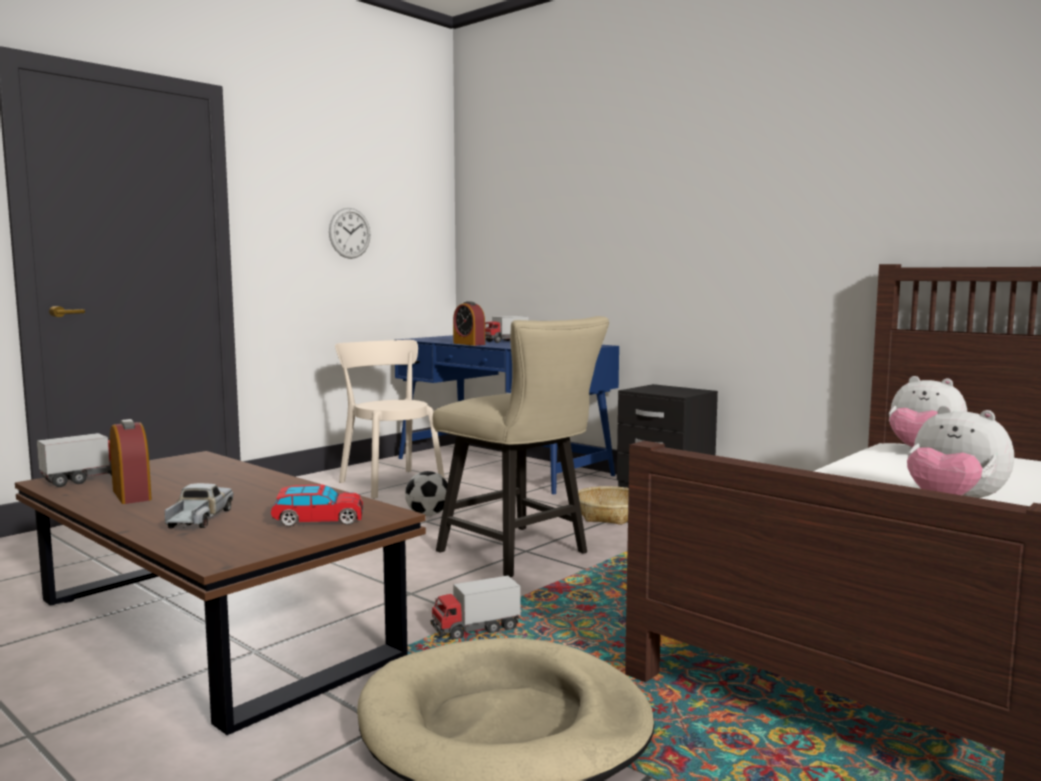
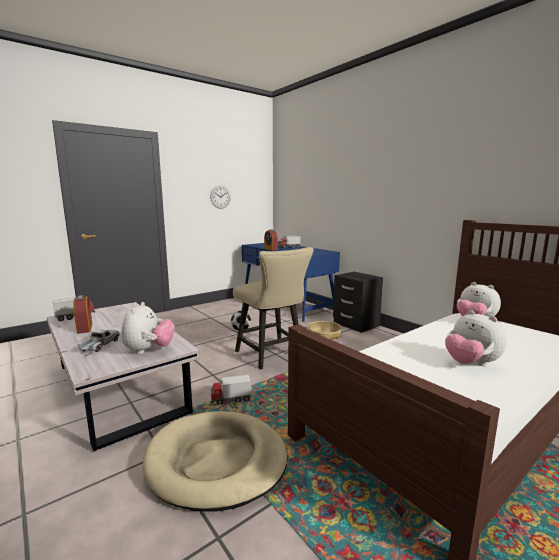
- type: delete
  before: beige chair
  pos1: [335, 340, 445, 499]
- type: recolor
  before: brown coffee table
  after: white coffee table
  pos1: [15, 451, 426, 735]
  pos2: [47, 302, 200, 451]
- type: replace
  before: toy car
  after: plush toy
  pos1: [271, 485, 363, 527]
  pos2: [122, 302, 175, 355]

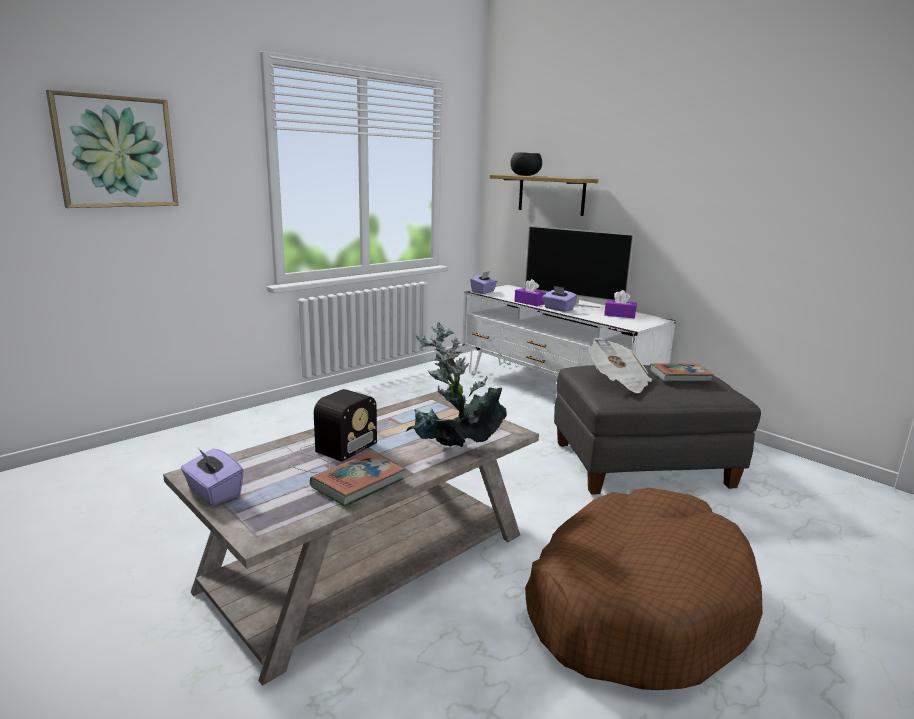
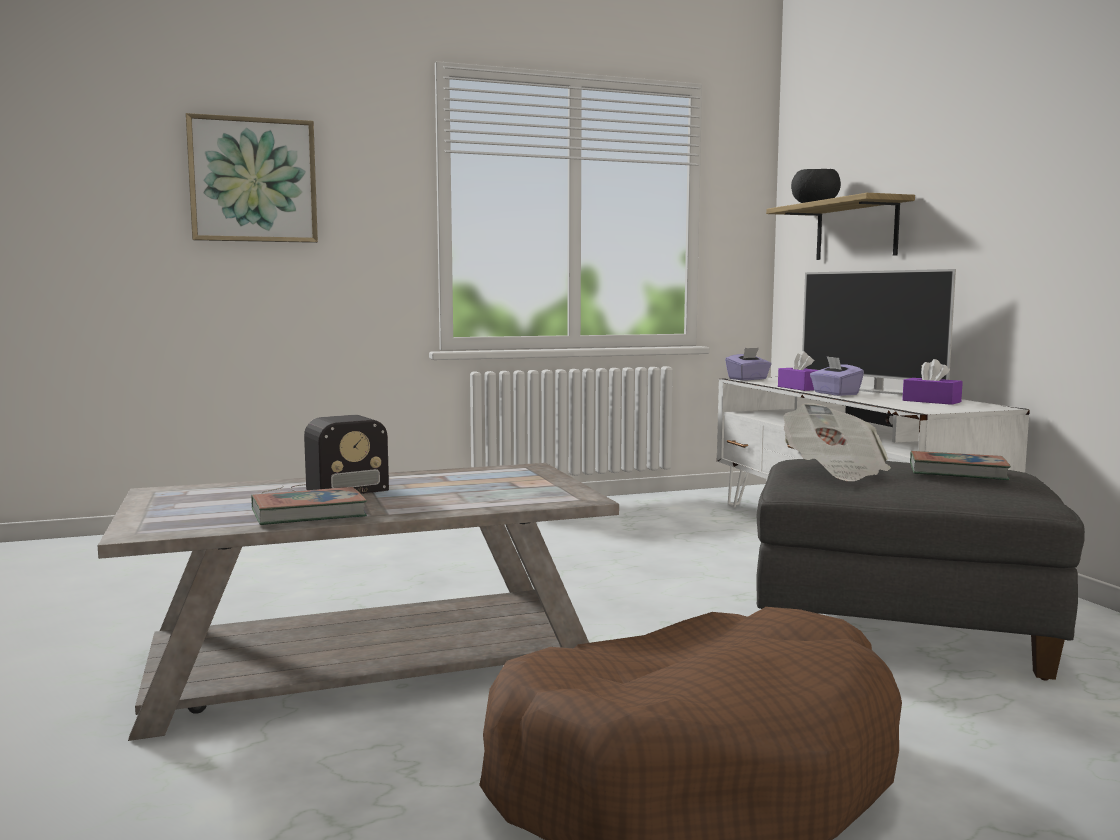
- type: delete
  before: potted plant
  pos1: [406, 322, 507, 447]
- type: delete
  before: purple tissue box
  pos1: [181, 449, 244, 506]

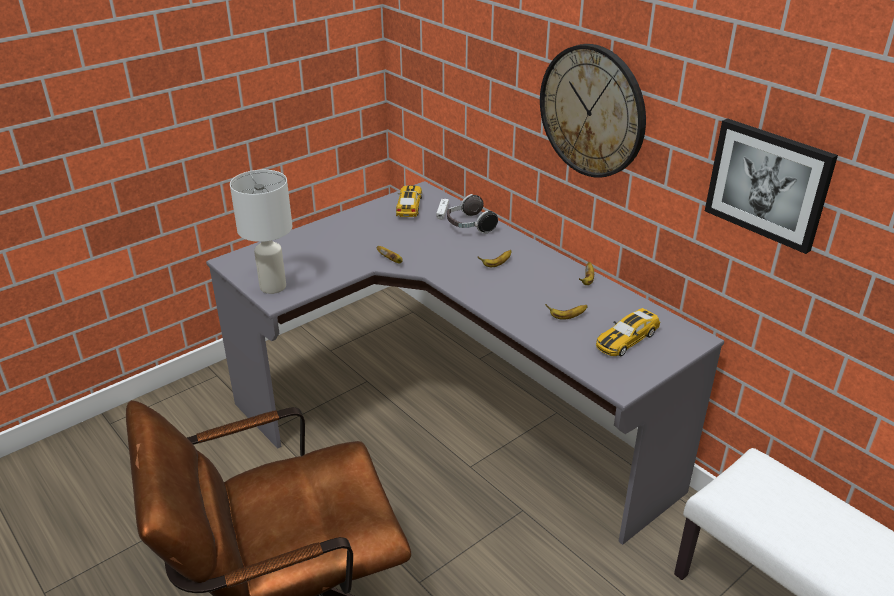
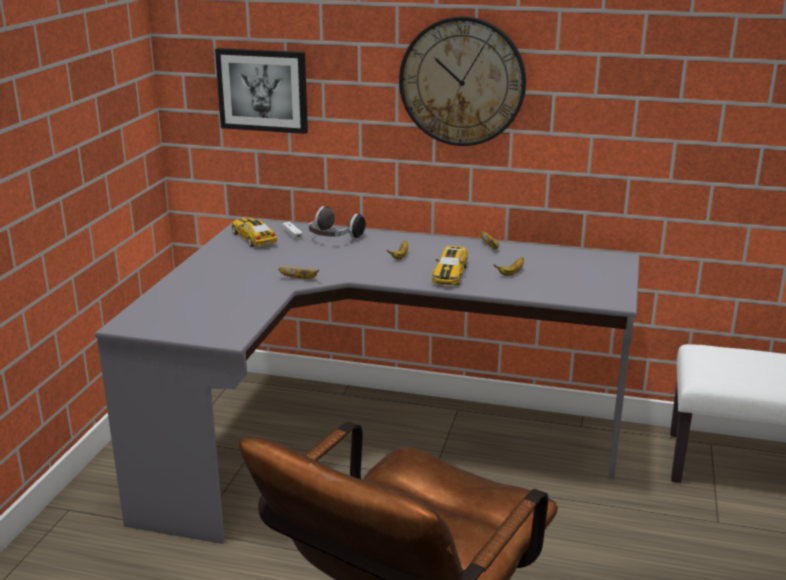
- type: move
  before: picture
  pos1: [705, 118, 838, 254]
  pos2: [215, 48, 308, 134]
- type: delete
  before: white table lamp
  pos1: [230, 170, 292, 294]
- type: move
  before: toy car
  pos1: [596, 308, 660, 356]
  pos2: [432, 246, 468, 285]

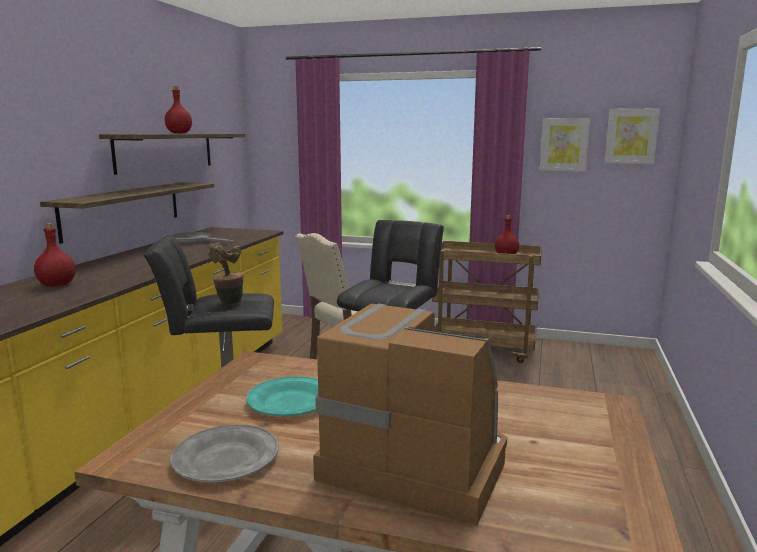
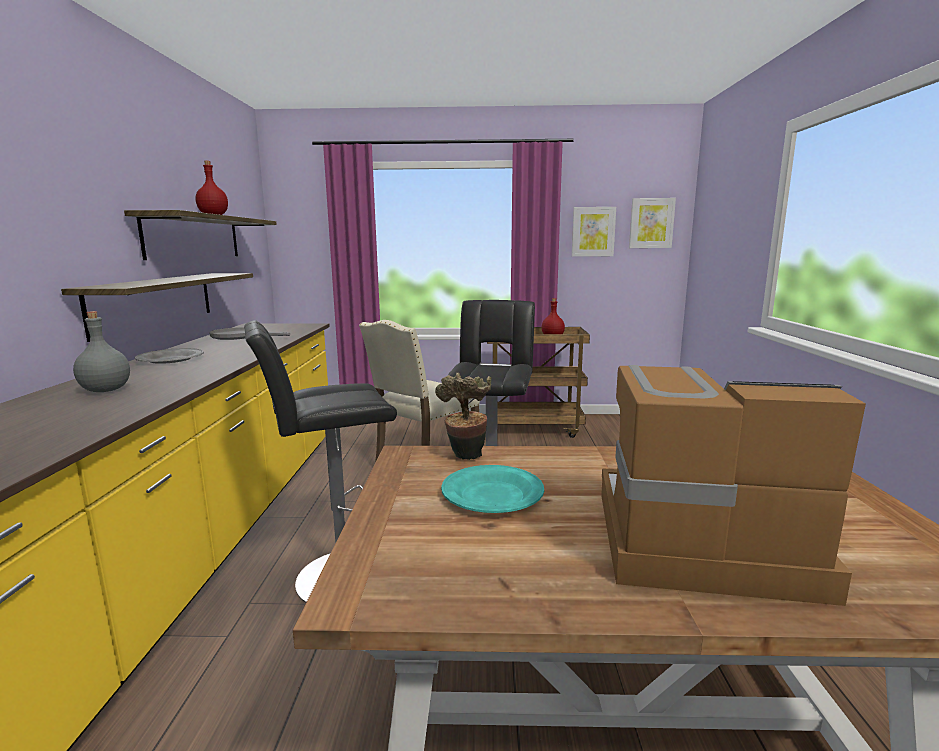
- type: recolor
  before: red bottle
  after: grey bottle
  pos1: [34, 223, 76, 287]
  pos2: [73, 311, 130, 392]
- type: move
  before: potted plant
  pos1: [208, 242, 243, 305]
  pos2: [435, 373, 491, 460]
- type: move
  before: grey plate
  pos1: [170, 424, 279, 483]
  pos2: [135, 348, 204, 364]

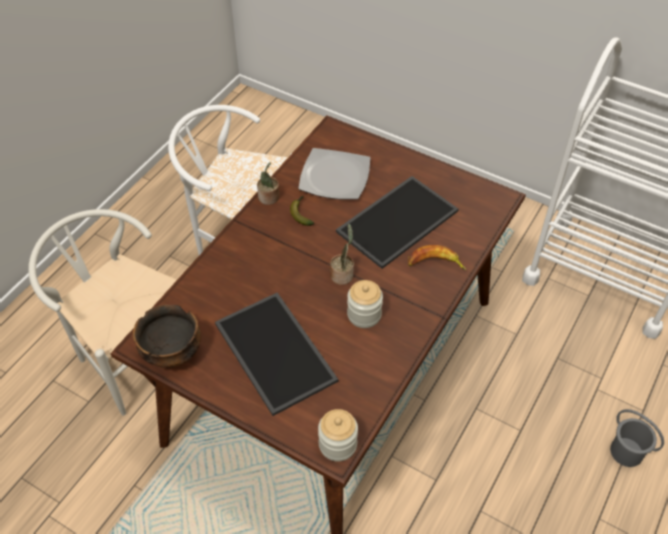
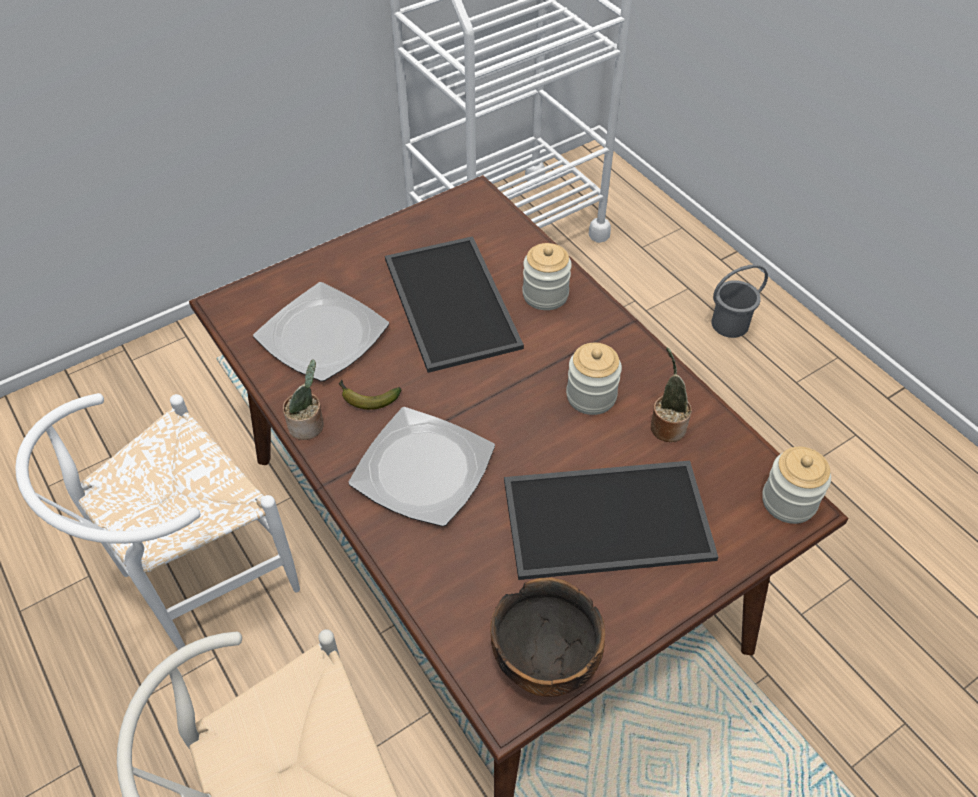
- type: move
  before: potted plant
  pos1: [330, 224, 354, 285]
  pos2: [651, 347, 691, 442]
- type: replace
  before: banana
  after: jar
  pos1: [408, 245, 466, 271]
  pos2: [522, 243, 572, 310]
- type: insert
  after: plate
  pos2: [348, 407, 495, 527]

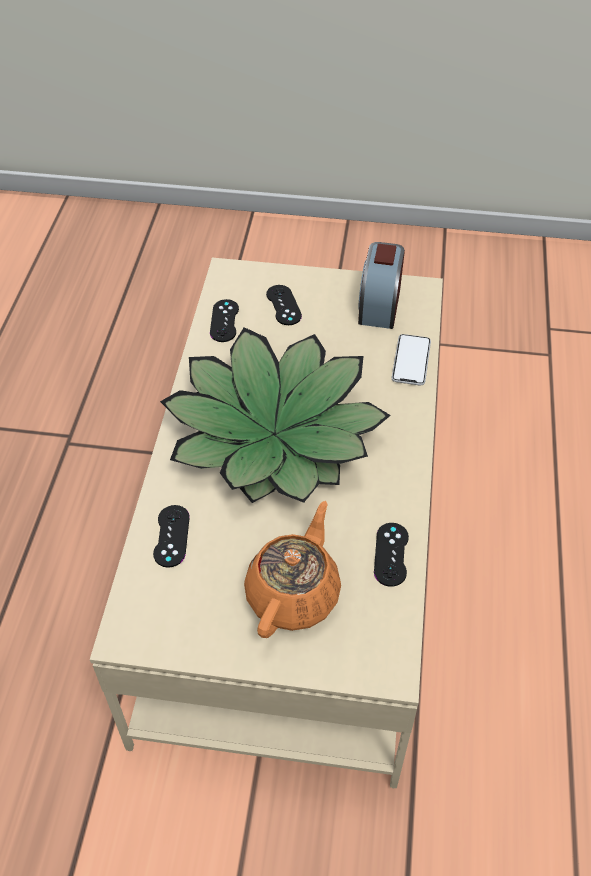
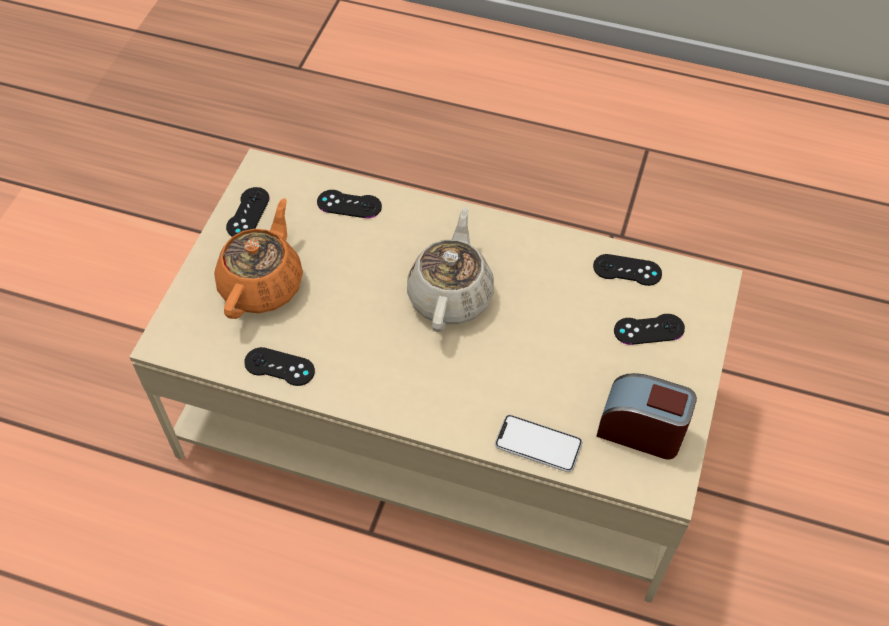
- type: replace
  before: potted plant
  after: beige teapot
  pos1: [160, 327, 391, 503]
  pos2: [407, 207, 494, 332]
- type: rotate
  before: orange teapot
  pos1: [244, 501, 341, 638]
  pos2: [214, 198, 303, 319]
  turn: -105
- type: insert
  after: black game controller
  pos2: [226, 187, 270, 237]

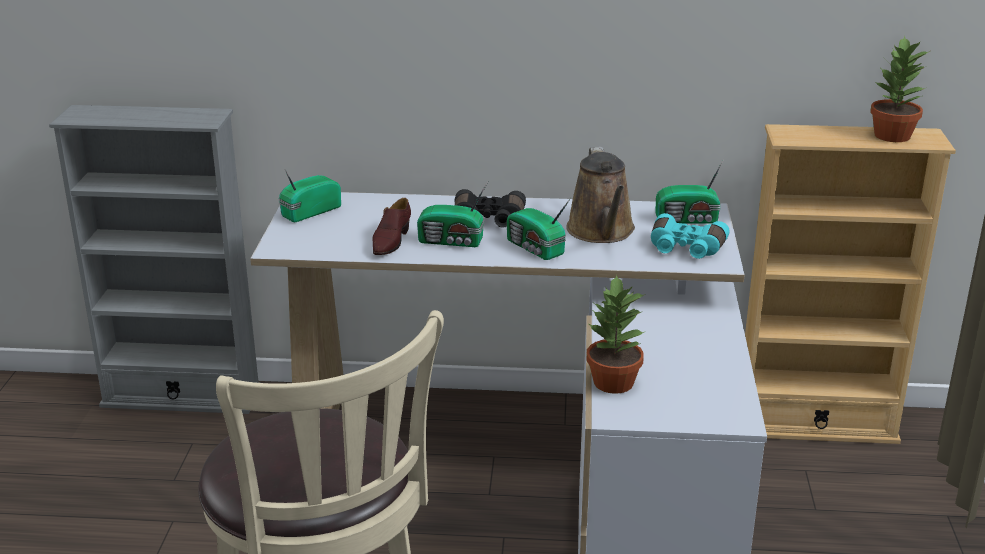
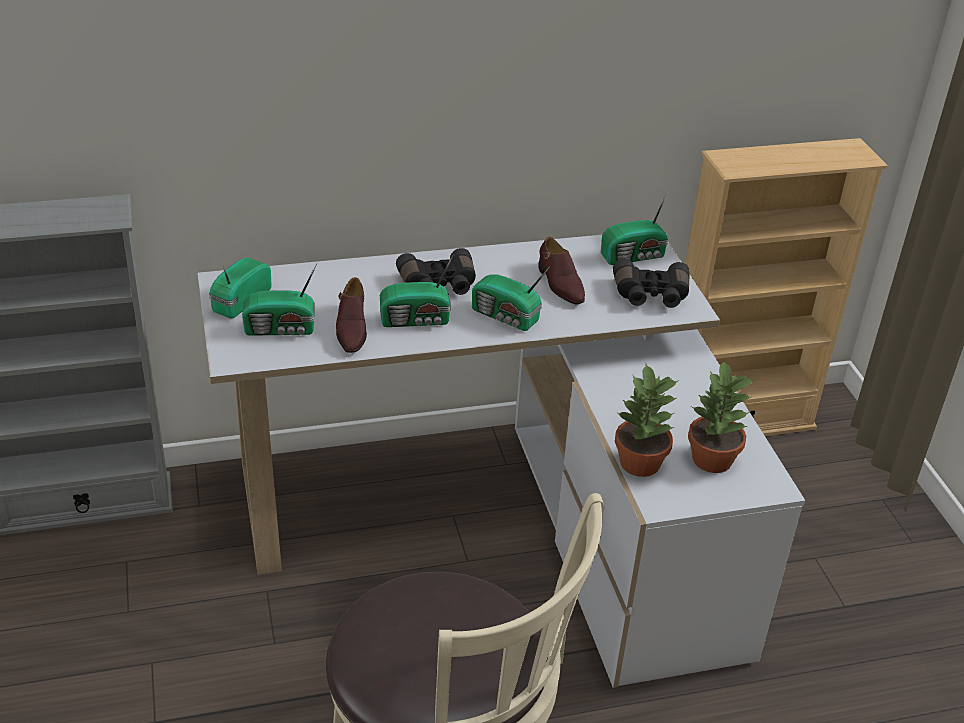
- type: move
  before: potted plant
  pos1: [870, 36, 930, 142]
  pos2: [688, 360, 756, 473]
- type: replace
  before: brown watering can
  after: brown shoe
  pos1: [566, 147, 635, 243]
  pos2: [538, 237, 585, 305]
- type: recolor
  before: turquoise binoculars
  after: black binoculars
  pos1: [651, 213, 730, 259]
  pos2: [613, 259, 690, 308]
- type: insert
  after: radio
  pos2: [242, 264, 317, 336]

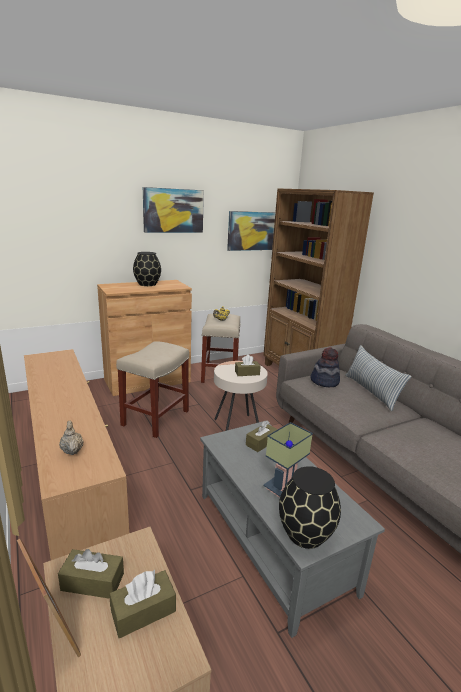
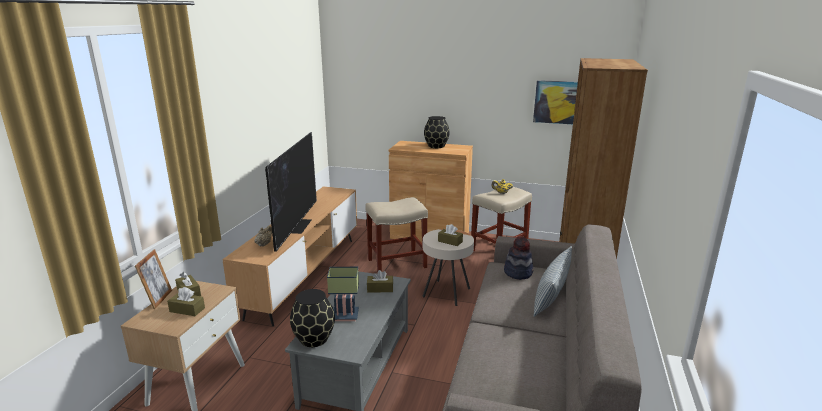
- type: delete
  before: picture
  pos1: [143, 187, 204, 233]
- type: insert
  after: television
  pos2: [265, 132, 317, 252]

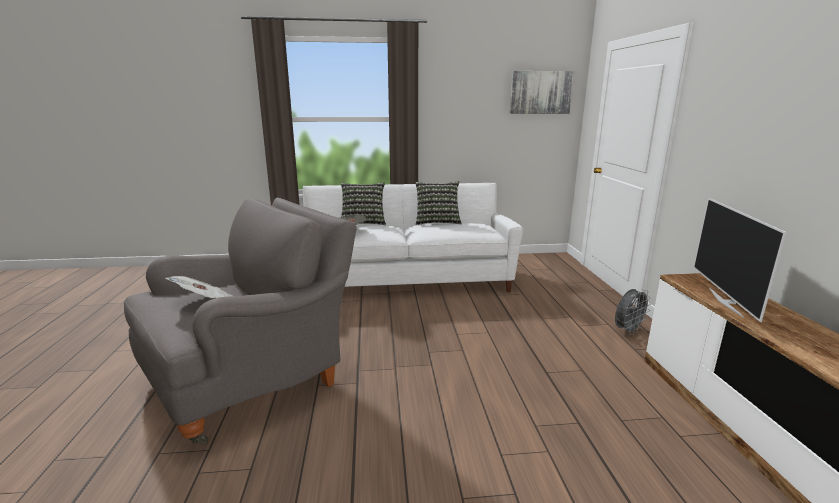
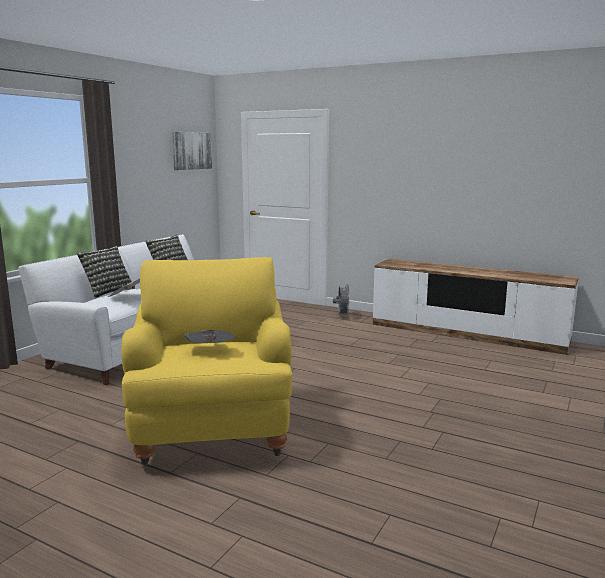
- type: recolor
  before: grey armchair
  after: yellow armchair
  pos1: [124, 198, 357, 444]
  pos2: [121, 257, 292, 466]
- type: delete
  before: television
  pos1: [693, 198, 787, 322]

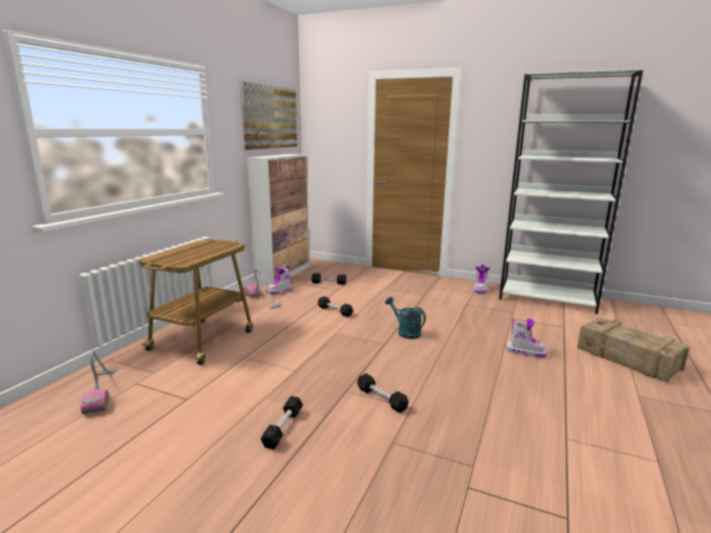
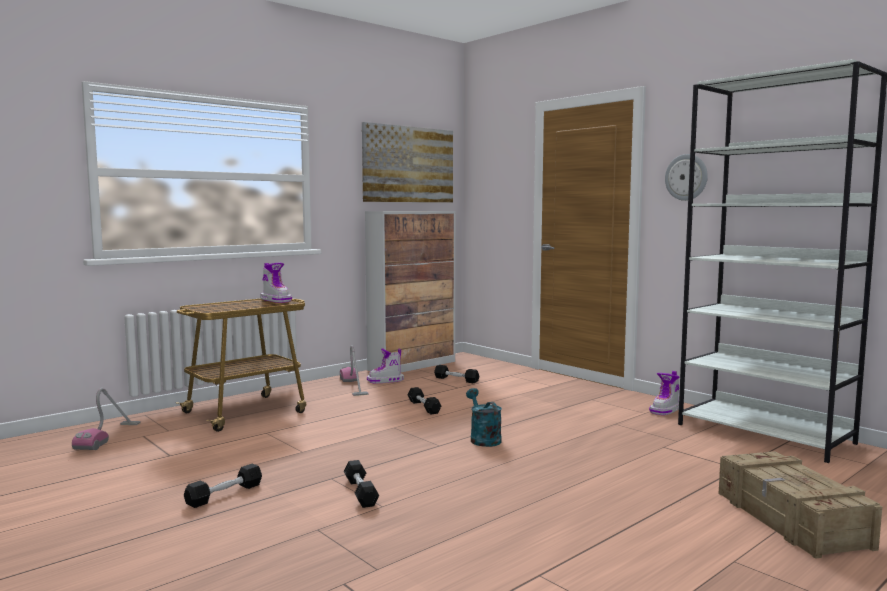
- type: move
  before: boot
  pos1: [506, 319, 547, 358]
  pos2: [260, 263, 292, 303]
- type: insert
  after: wall clock
  pos2: [665, 154, 708, 201]

